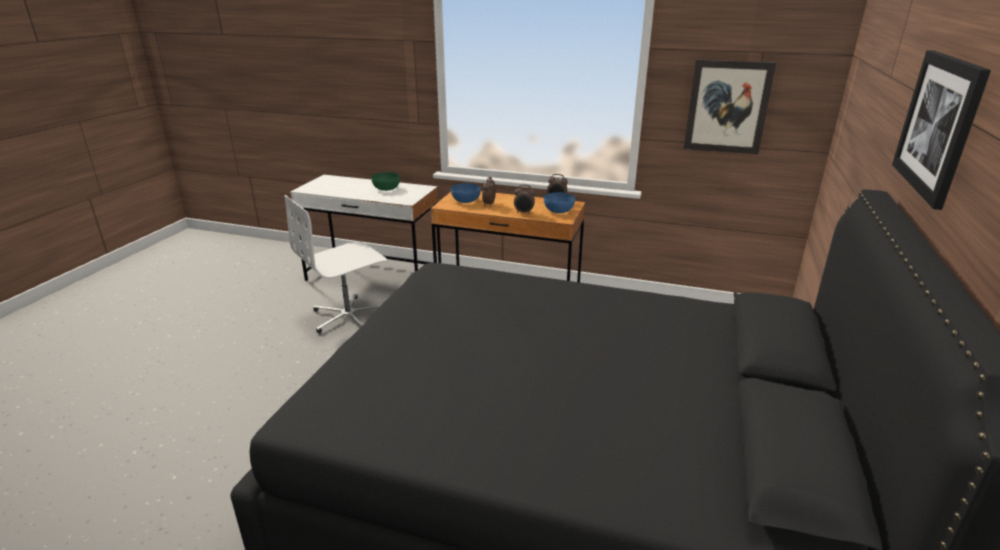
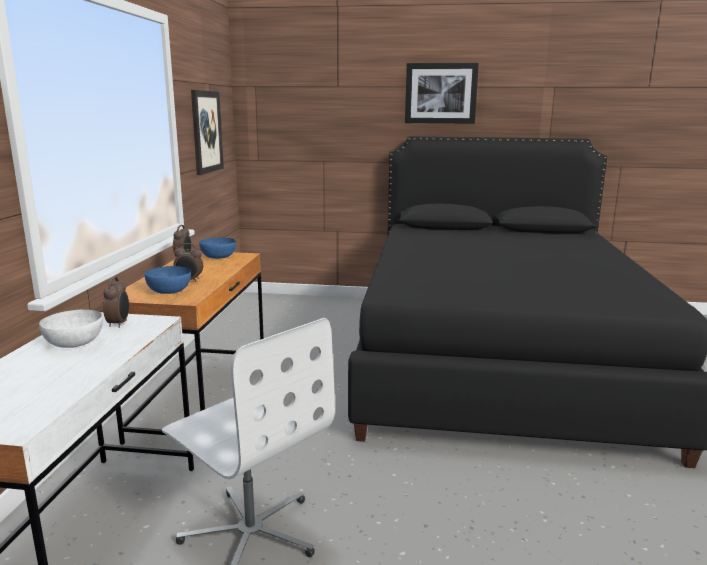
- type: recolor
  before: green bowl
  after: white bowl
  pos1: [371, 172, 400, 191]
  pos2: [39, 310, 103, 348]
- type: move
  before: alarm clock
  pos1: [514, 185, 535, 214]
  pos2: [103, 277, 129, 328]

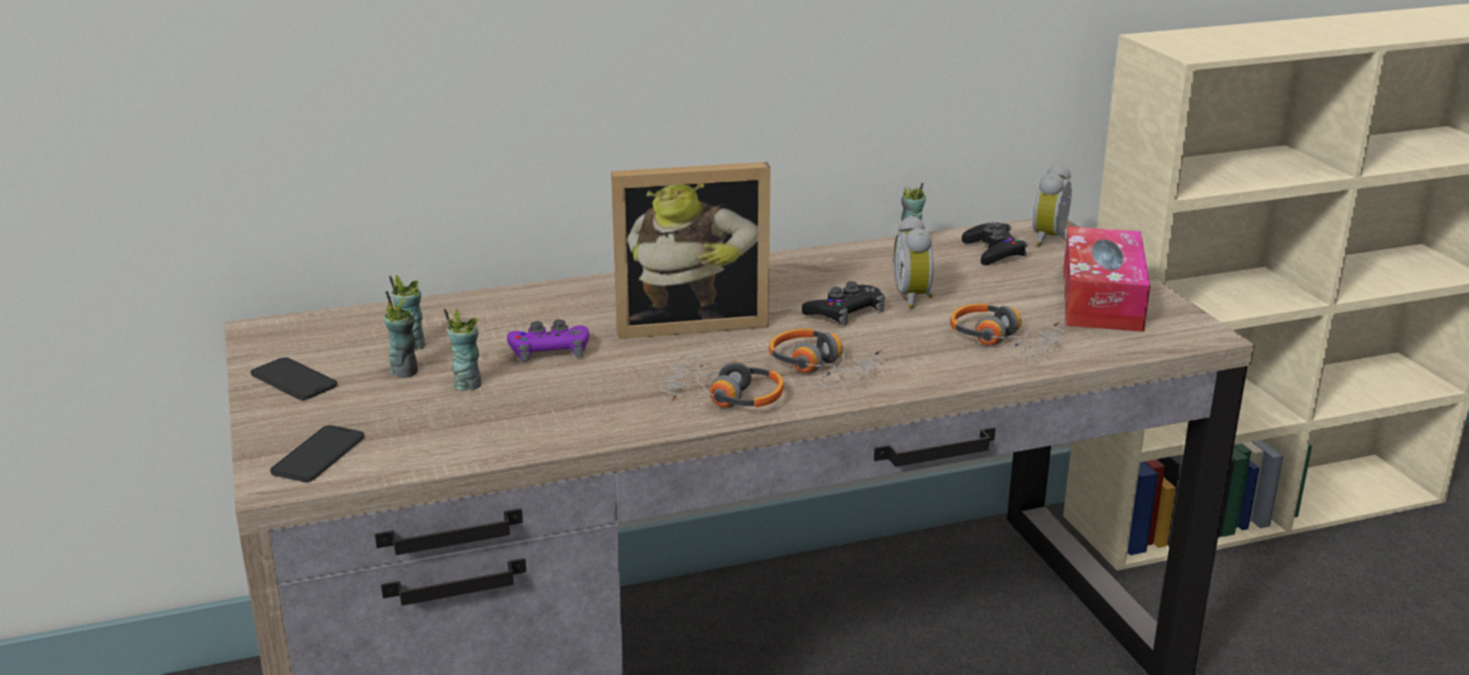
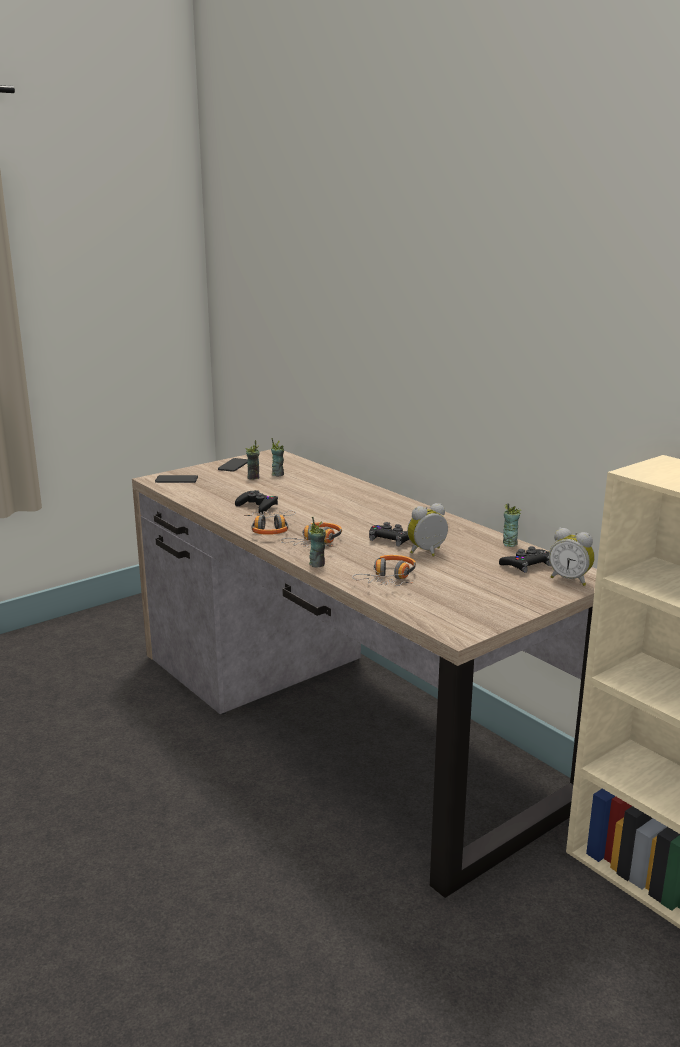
- type: delete
  before: picture frame
  pos1: [611, 162, 771, 339]
- type: rotate
  before: alarm clock
  pos1: [1033, 164, 1072, 246]
  pos2: [549, 528, 595, 586]
  turn: -150
- type: delete
  before: tissue box
  pos1: [1063, 226, 1150, 332]
- type: move
  before: cup
  pos1: [444, 308, 482, 391]
  pos2: [309, 517, 326, 568]
- type: delete
  before: purple game controller
  pos1: [507, 319, 589, 362]
- type: insert
  after: black game controller
  pos2: [235, 490, 278, 514]

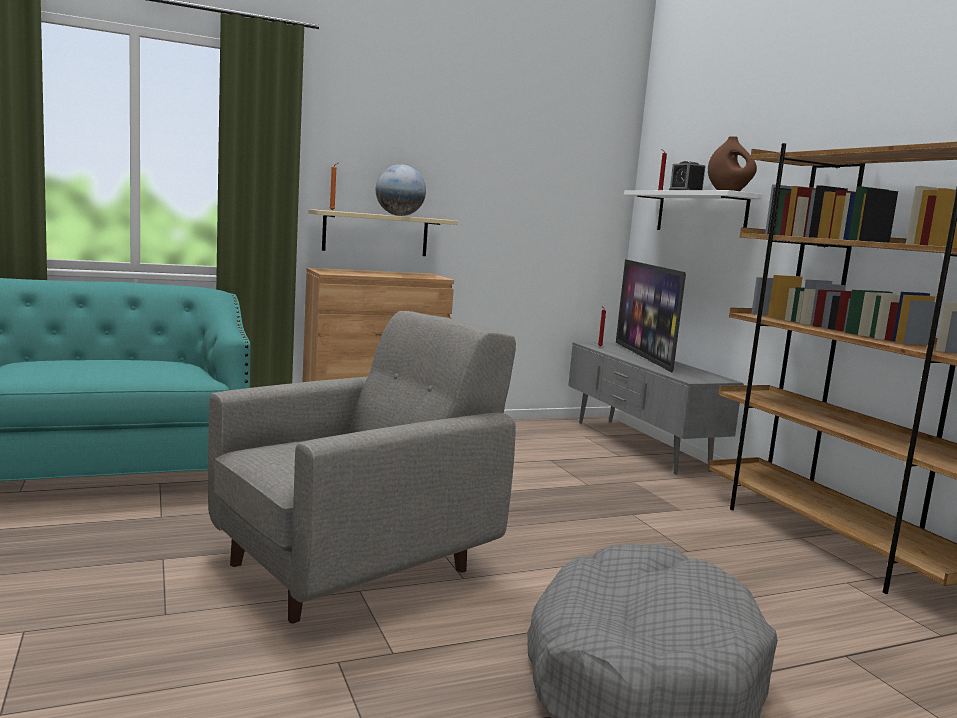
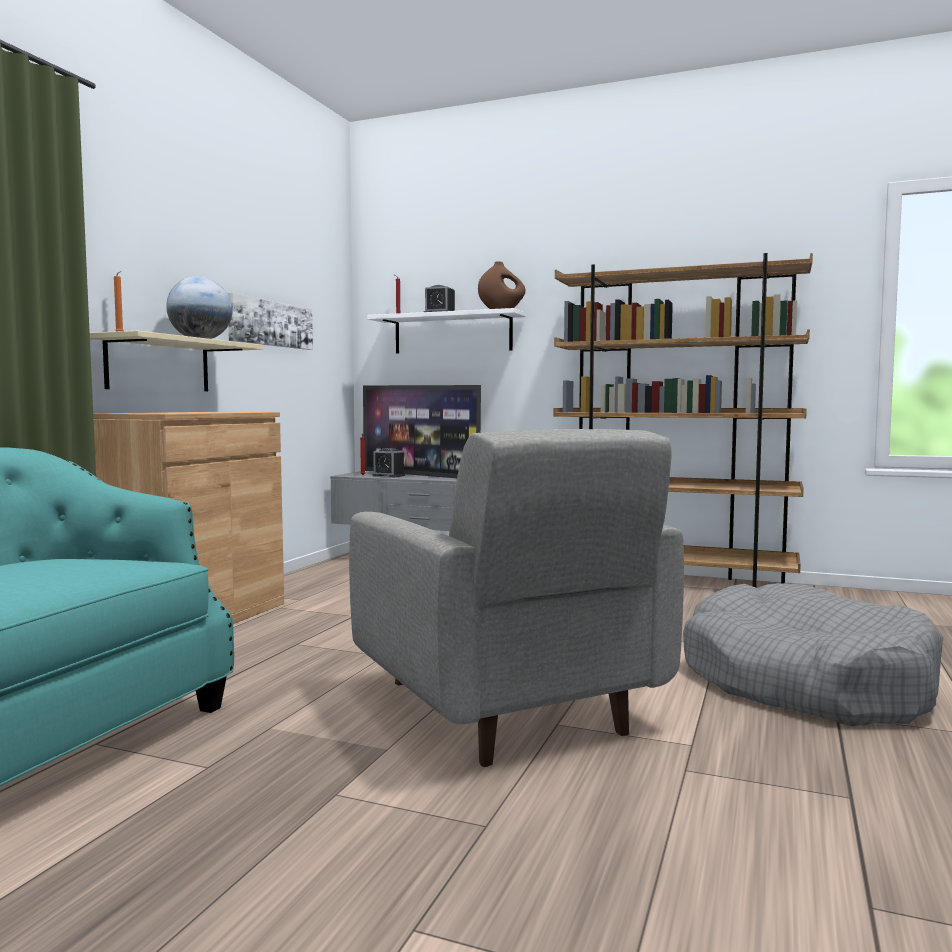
- type: rotate
  before: grey armchair
  pos1: [208, 311, 516, 624]
  pos2: [349, 429, 684, 767]
  turn: 150
- type: insert
  after: picture
  pos2: [228, 293, 313, 350]
- type: insert
  after: alarm clock
  pos2: [372, 448, 405, 477]

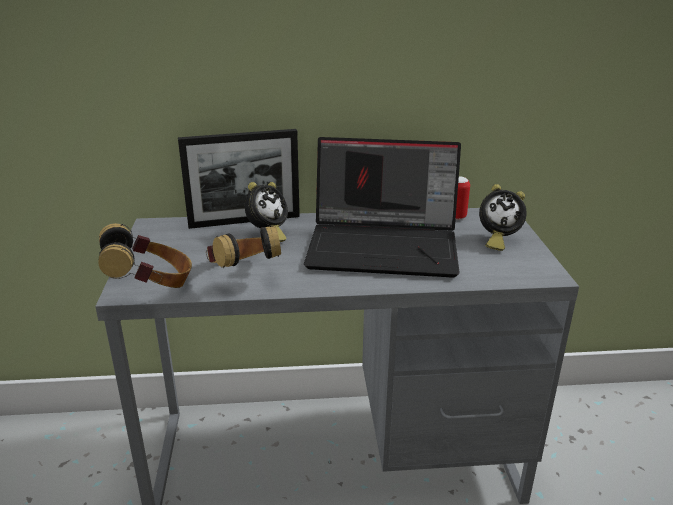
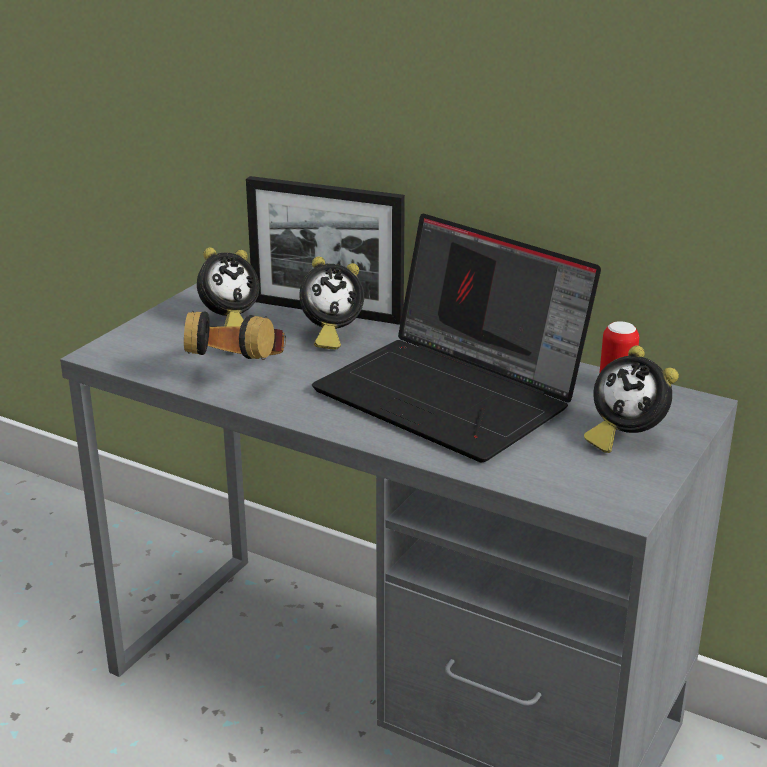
- type: delete
  before: headphones
  pos1: [98, 223, 192, 288]
- type: insert
  after: alarm clock
  pos2: [197, 247, 259, 326]

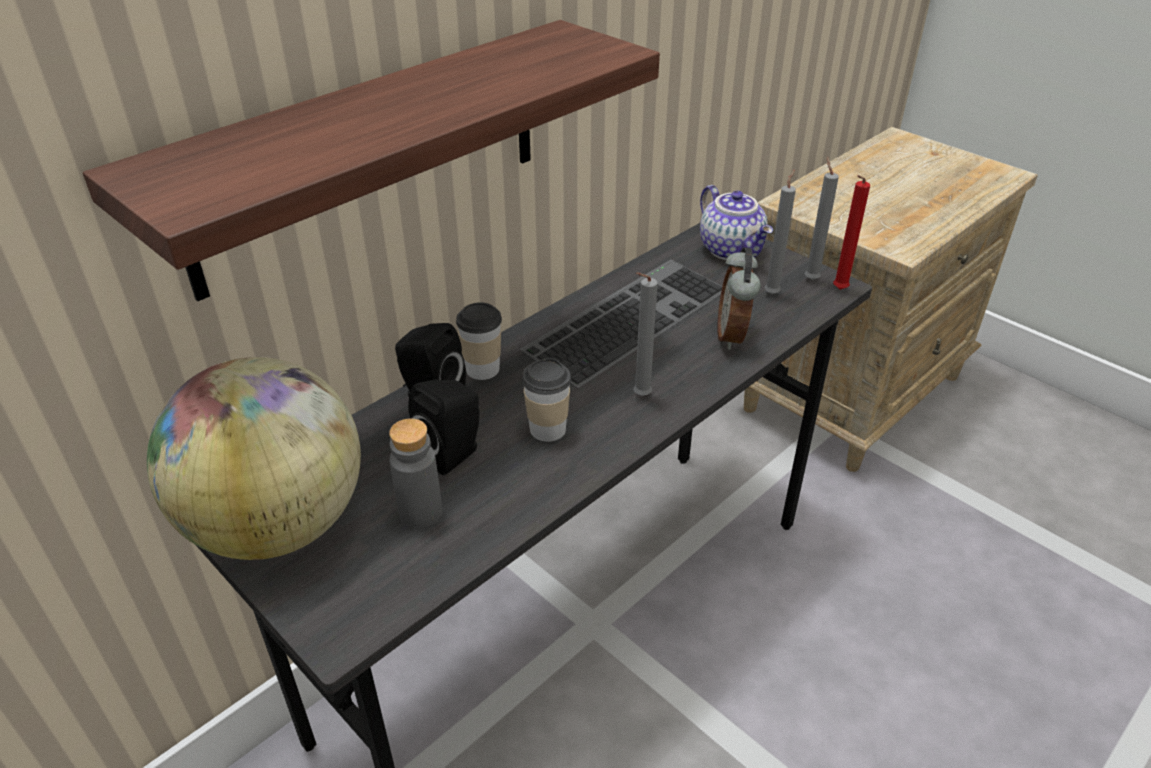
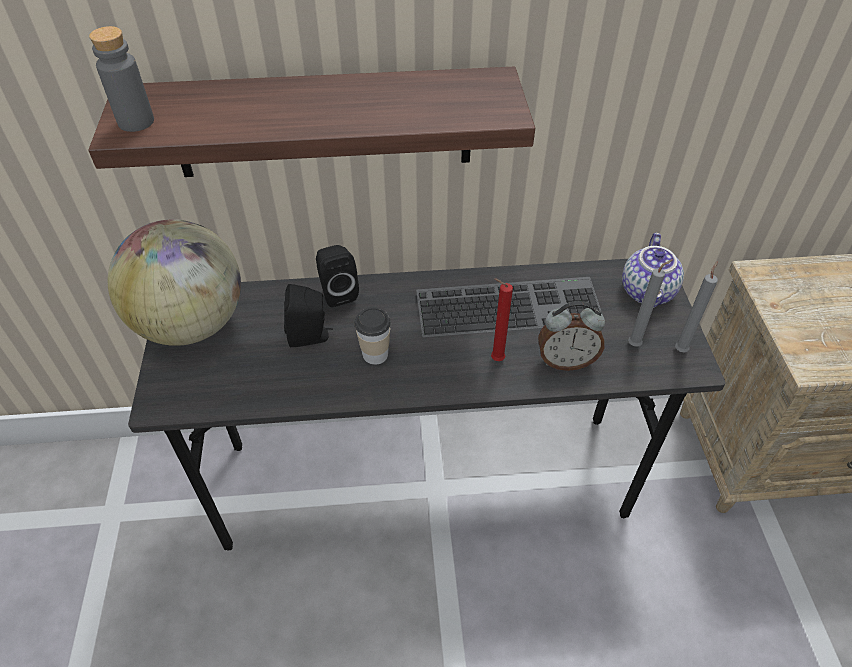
- type: move
  before: red candle
  pos1: [833, 175, 870, 290]
  pos2: [491, 278, 513, 361]
- type: rotate
  before: alarm clock
  pos1: [717, 247, 761, 350]
  pos2: [538, 301, 605, 371]
  turn: -135
- type: delete
  before: grey candle
  pos1: [633, 272, 658, 396]
- type: delete
  before: cup
  pos1: [456, 302, 502, 380]
- type: move
  before: grey bottle
  pos1: [389, 419, 442, 529]
  pos2: [89, 26, 154, 132]

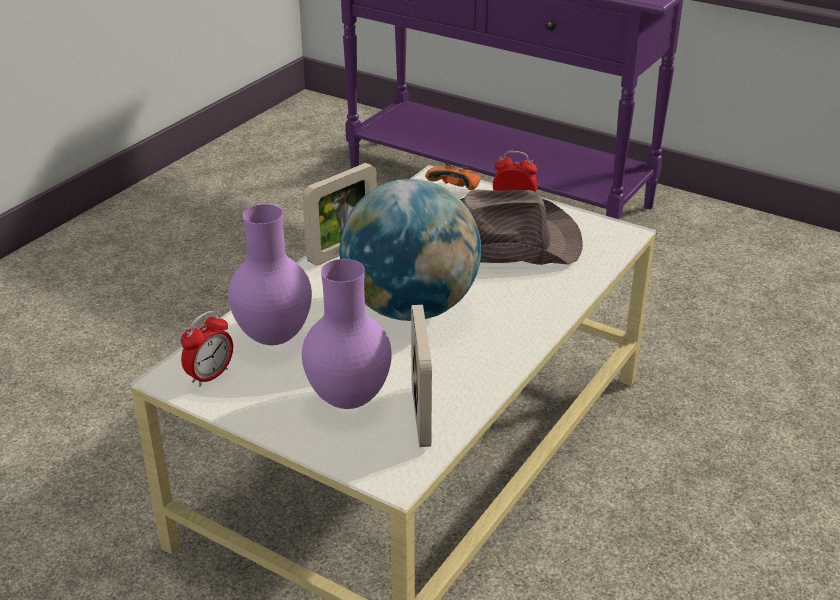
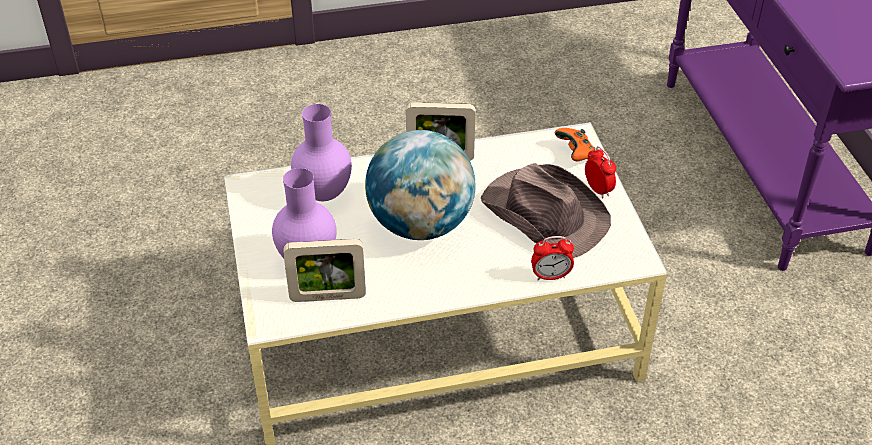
- type: rotate
  before: picture frame
  pos1: [411, 305, 432, 447]
  pos2: [284, 239, 366, 302]
  turn: 45
- type: move
  before: alarm clock
  pos1: [181, 311, 233, 387]
  pos2: [531, 236, 574, 280]

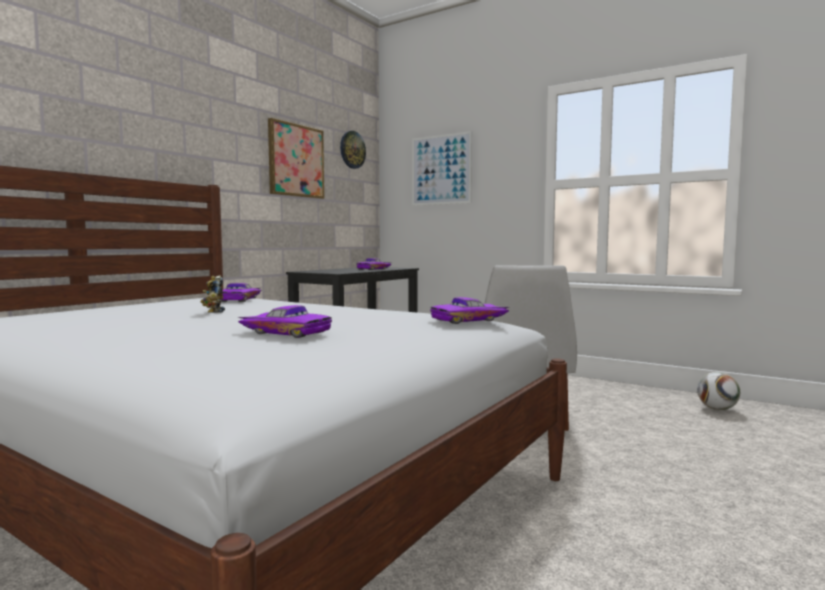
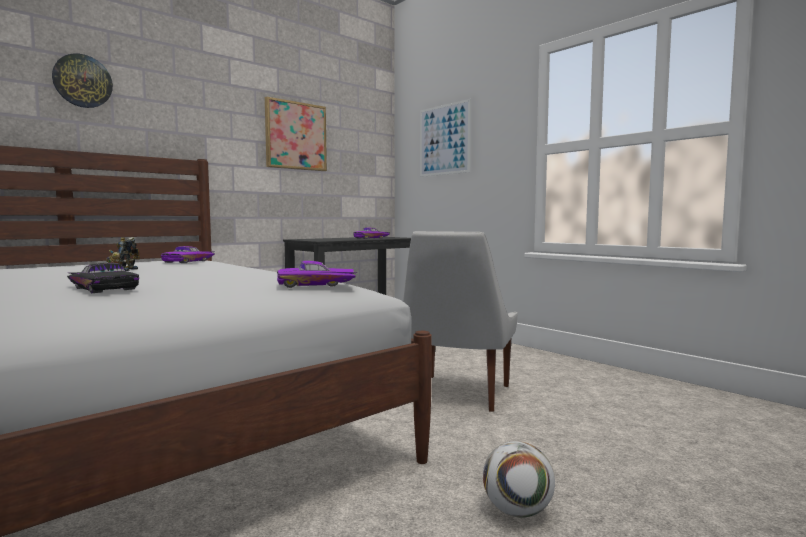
- type: move
  before: wall clock
  pos1: [340, 131, 366, 169]
  pos2: [52, 54, 113, 108]
- type: recolor
  before: purple toy car
  after: black toy car
  pos1: [238, 305, 332, 338]
  pos2: [67, 263, 139, 293]
- type: move
  before: football
  pos1: [697, 372, 740, 410]
  pos2: [483, 441, 555, 518]

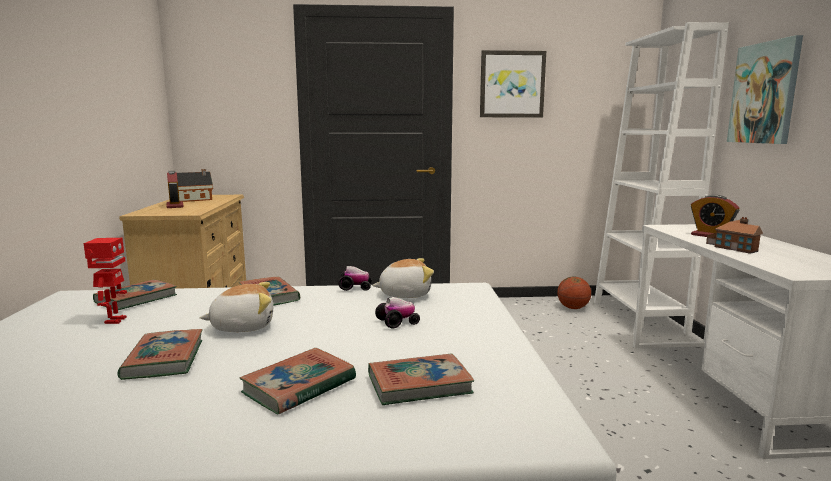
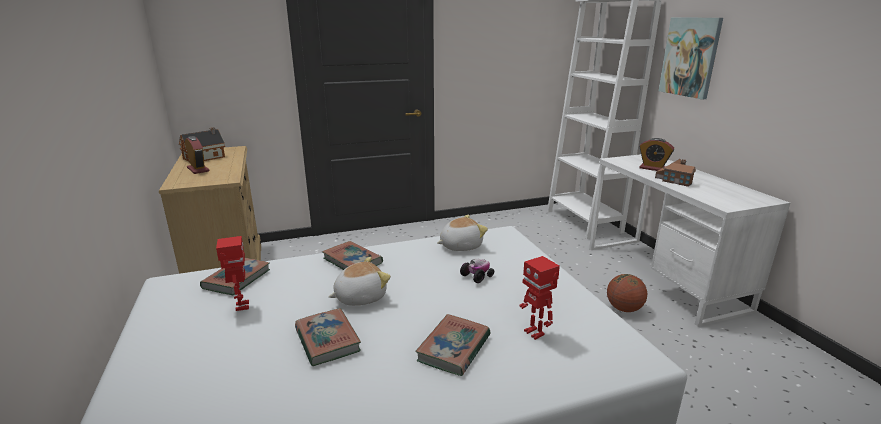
- type: delete
  before: picture
  pos1: [480, 50, 546, 117]
- type: delete
  before: toy car
  pos1: [338, 266, 371, 291]
- type: move
  before: basketball
  pos1: [557, 277, 591, 309]
  pos2: [607, 274, 647, 312]
- type: replace
  before: book
  after: toy robot
  pos1: [368, 353, 474, 405]
  pos2: [519, 256, 560, 340]

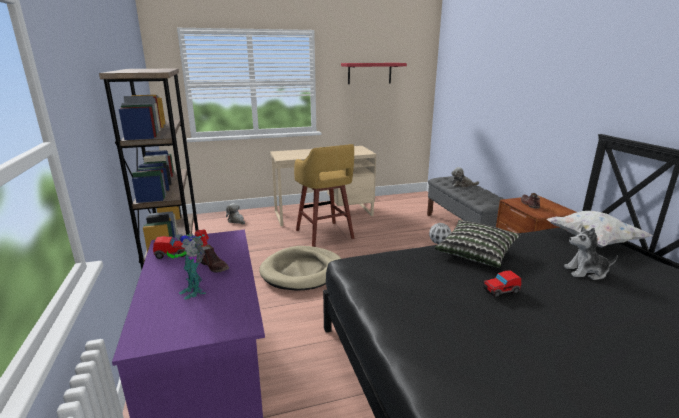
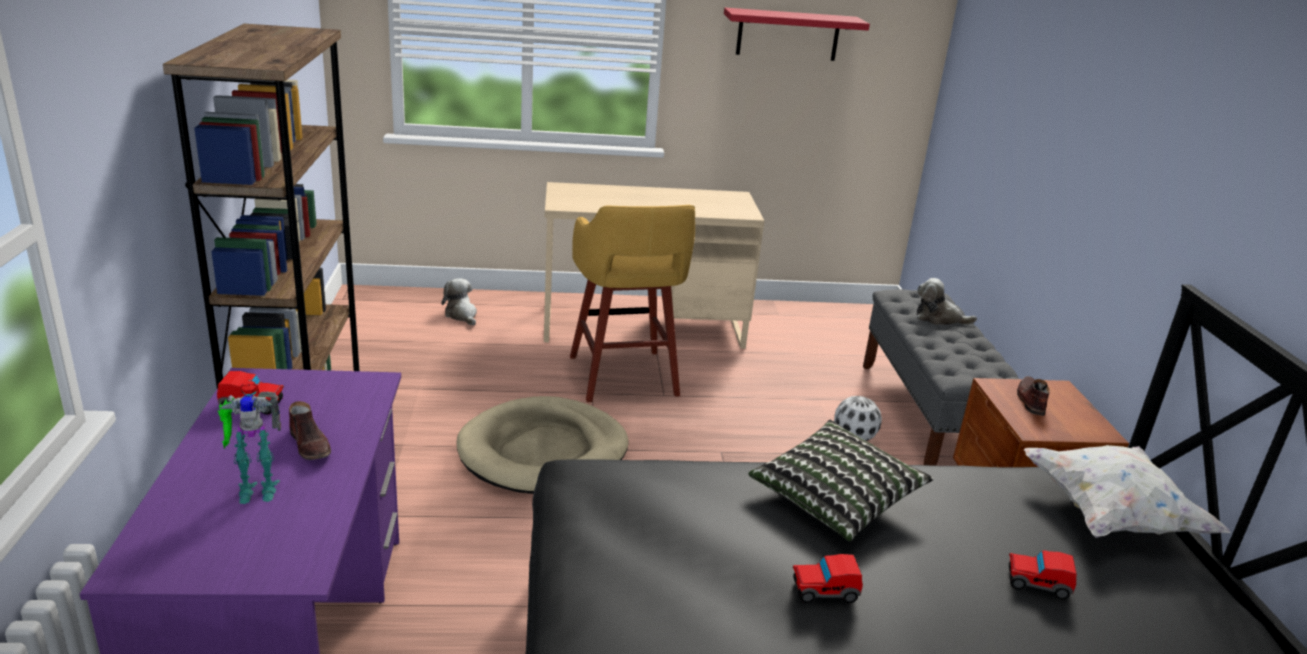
- type: replace
  before: plush toy
  after: toy car
  pos1: [564, 226, 618, 280]
  pos2: [1009, 550, 1077, 600]
- type: rotate
  before: toy robot
  pos1: [167, 229, 209, 300]
  pos2: [218, 379, 281, 504]
  turn: -75

